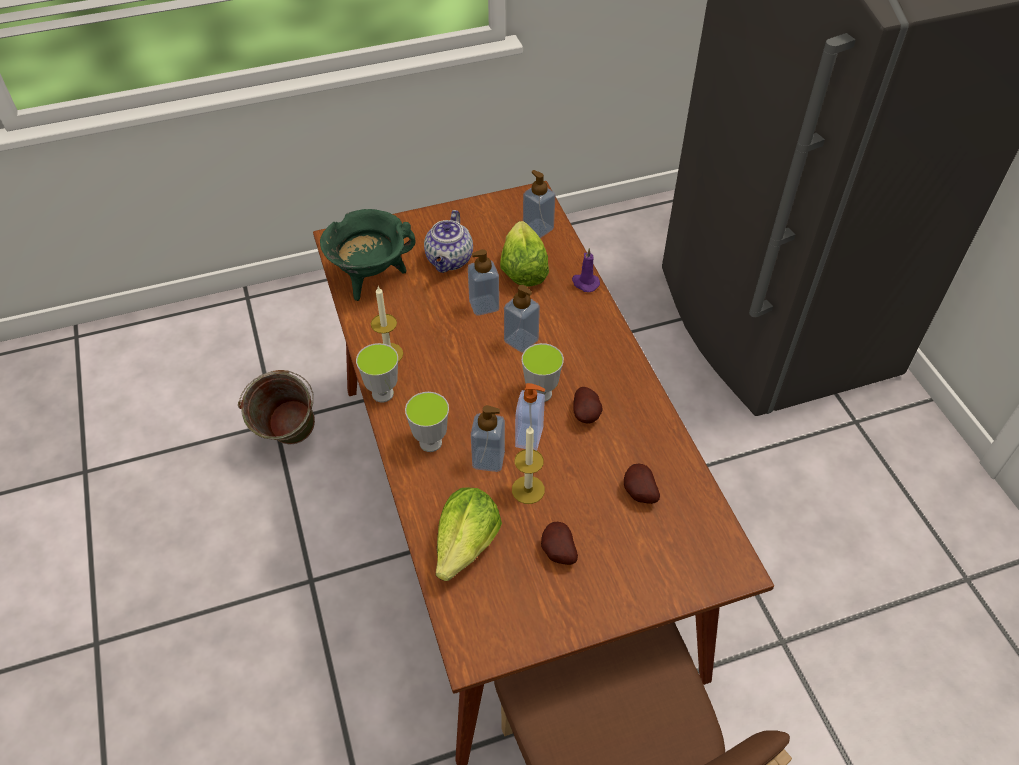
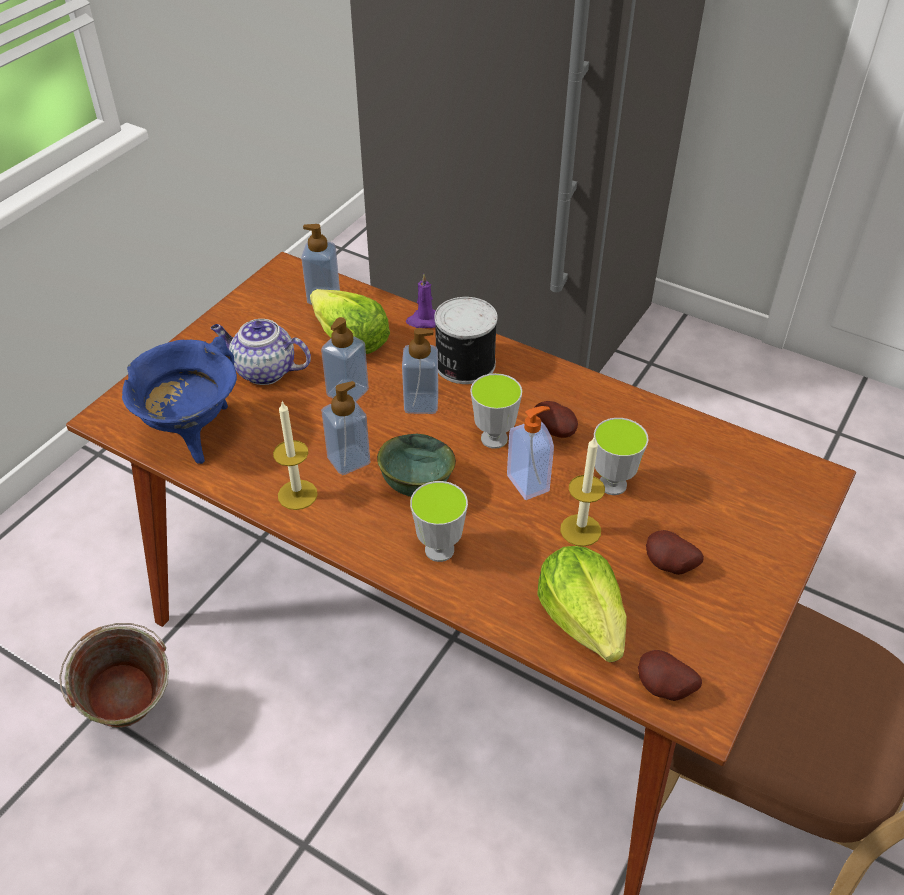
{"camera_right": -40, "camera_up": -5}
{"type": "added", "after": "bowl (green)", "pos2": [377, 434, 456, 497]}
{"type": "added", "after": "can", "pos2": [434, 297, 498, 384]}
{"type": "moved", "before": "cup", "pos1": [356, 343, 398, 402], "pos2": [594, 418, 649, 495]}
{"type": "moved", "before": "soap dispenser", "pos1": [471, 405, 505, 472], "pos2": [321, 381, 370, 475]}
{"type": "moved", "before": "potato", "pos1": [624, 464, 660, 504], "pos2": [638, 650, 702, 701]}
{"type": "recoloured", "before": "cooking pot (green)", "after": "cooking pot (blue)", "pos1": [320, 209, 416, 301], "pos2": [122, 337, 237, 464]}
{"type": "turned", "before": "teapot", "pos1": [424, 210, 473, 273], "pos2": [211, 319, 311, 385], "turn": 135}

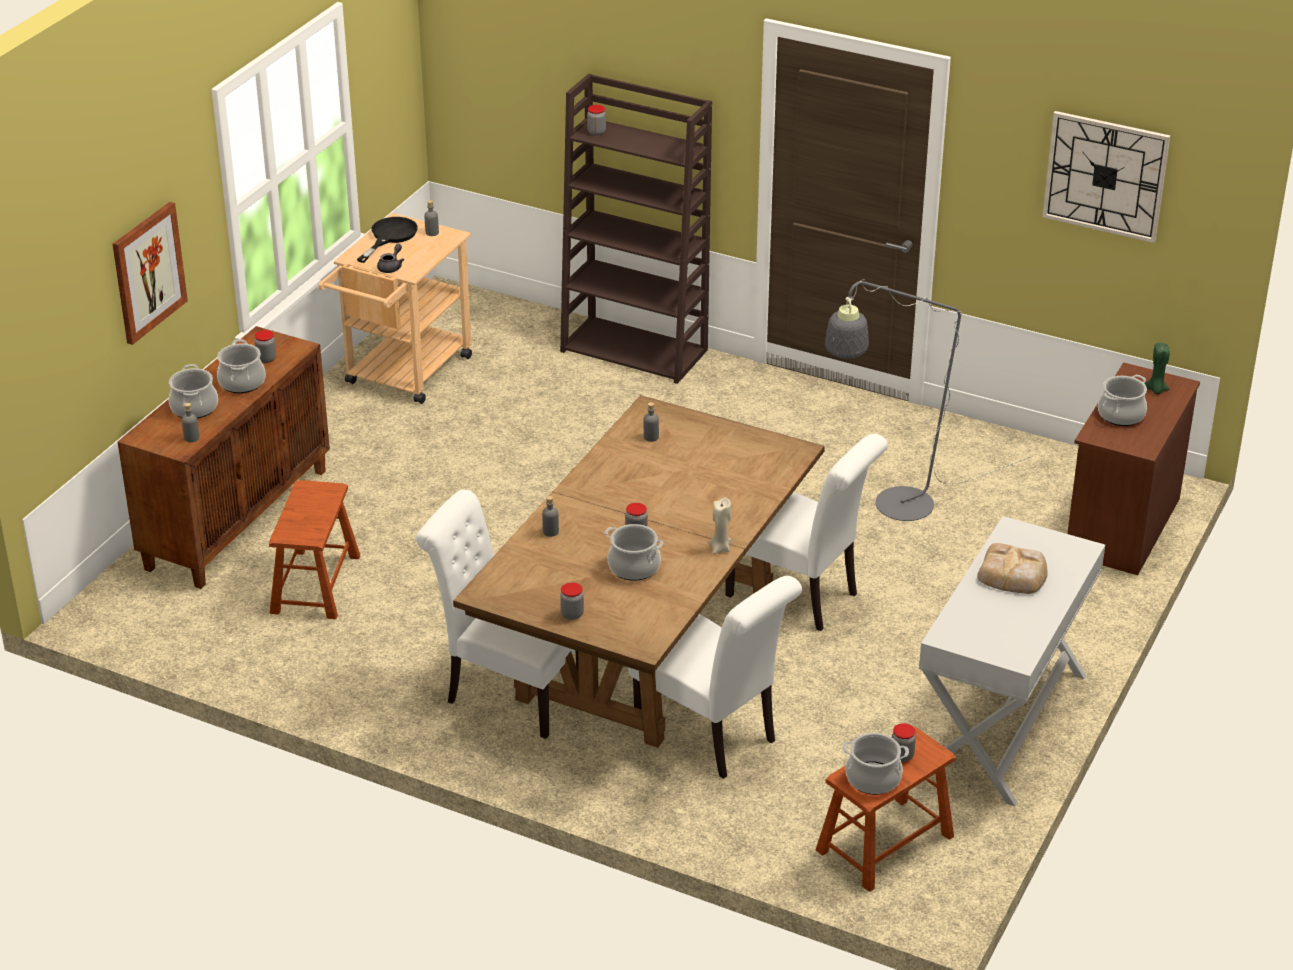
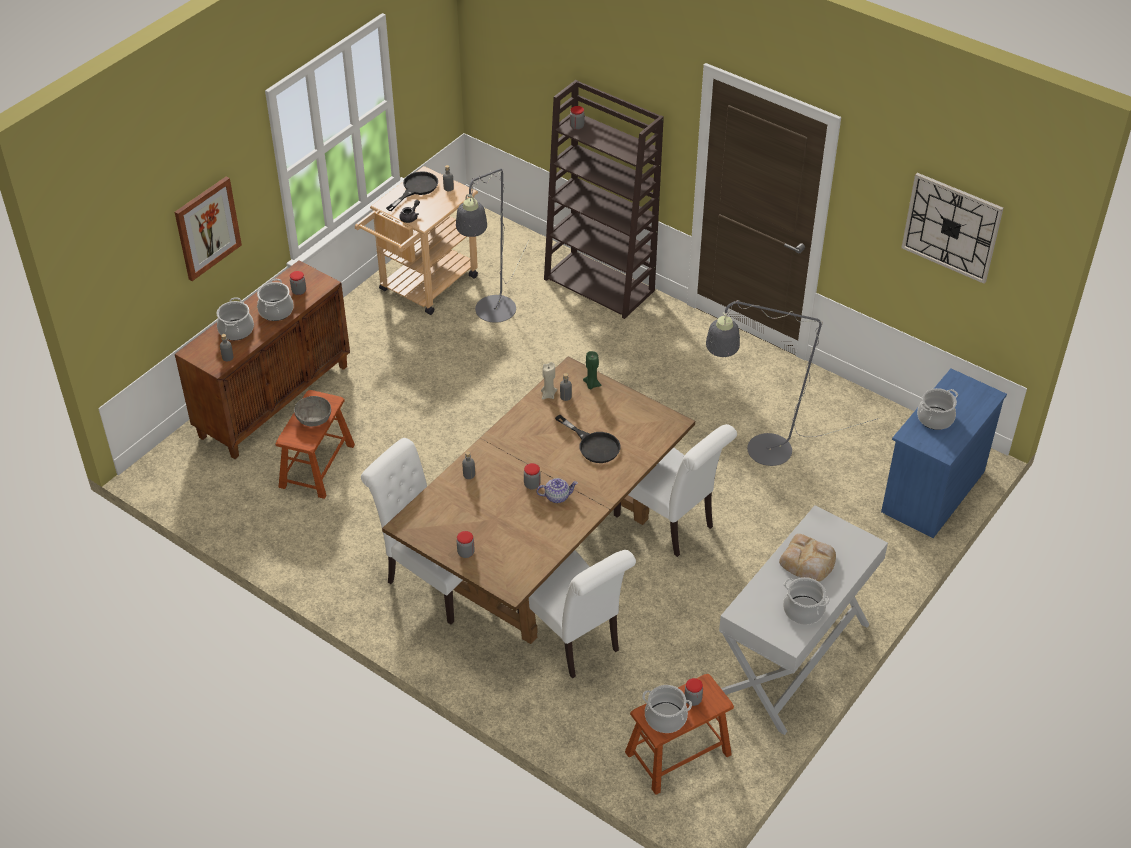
{"camera_right": 10, "camera_up": 10}
{"type": "added", "after": "bowl (grey)", "pos2": [294, 396, 331, 427]}
{"type": "added", "after": "floor lamp (grey)", "pos2": [456, 168, 529, 323]}
{"type": "added", "after": "teapot", "pos2": [537, 478, 578, 503]}
{"type": "added", "after": "frying pan (black)", "pos2": [555, 415, 620, 463]}
{"type": "moved", "before": "cooking pot", "pos1": [605, 524, 663, 581], "pos2": [783, 577, 830, 625]}
{"type": "moved", "before": "candle (beige)", "pos1": [709, 497, 731, 554], "pos2": [541, 362, 557, 399]}
{"type": "moved", "before": "candle (green)", "pos1": [1145, 342, 1170, 394], "pos2": [583, 351, 602, 389]}
{"type": "recoloured", "before": "dresser (brown)", "after": "dresser (blue)", "pos1": [1067, 362, 1200, 575], "pos2": [881, 368, 1007, 538]}

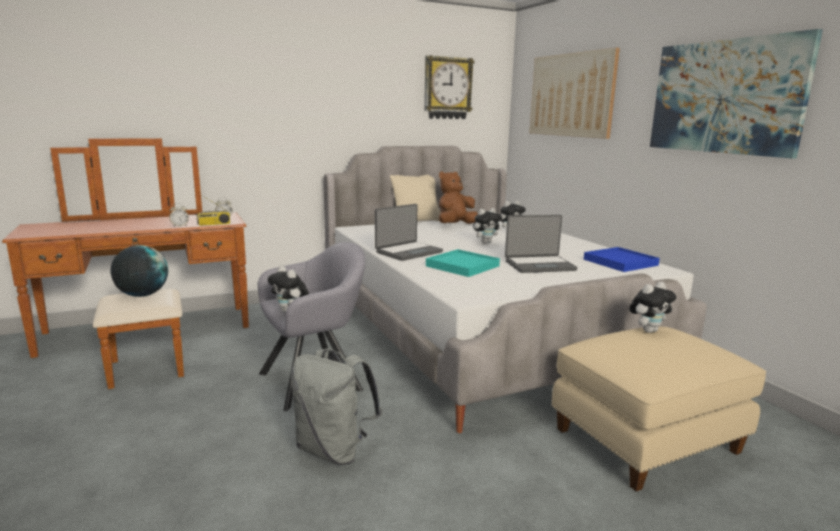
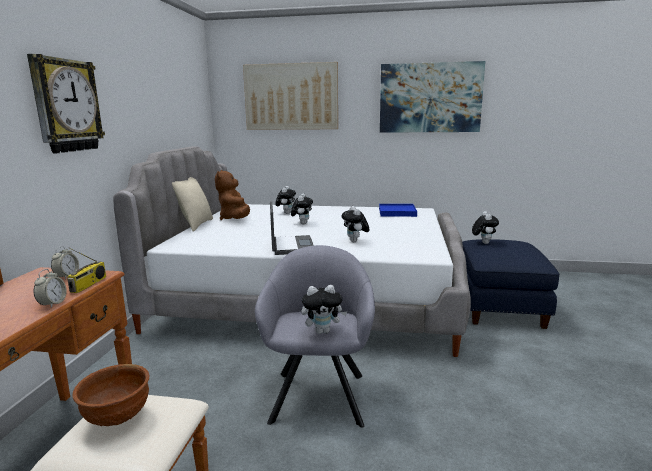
{"camera_right": -55, "camera_up": 0}
{"type": "removed", "before": "backpack (grey)", "pos1": [291, 348, 382, 465]}
{"type": "removed", "before": "laptop", "pos1": [505, 215, 577, 273]}
{"type": "moved", "before": "wall clock", "pos1": [424, 55, 475, 119], "pos2": [27, 54, 105, 154]}
{"type": "replaced", "before": "globe", "after": "bowl (brown)", "pos1": [110, 245, 168, 297], "pos2": [72, 364, 150, 426]}
{"type": "replaced", "before": "tray (turquoise)", "after": "plush toy", "pos1": [426, 249, 500, 277], "pos2": [342, 206, 370, 242]}
{"type": "recoloured", "before": "ottoman (beige)", "after": "ottoman (blue)", "pos1": [552, 326, 766, 491], "pos2": [462, 239, 559, 329]}

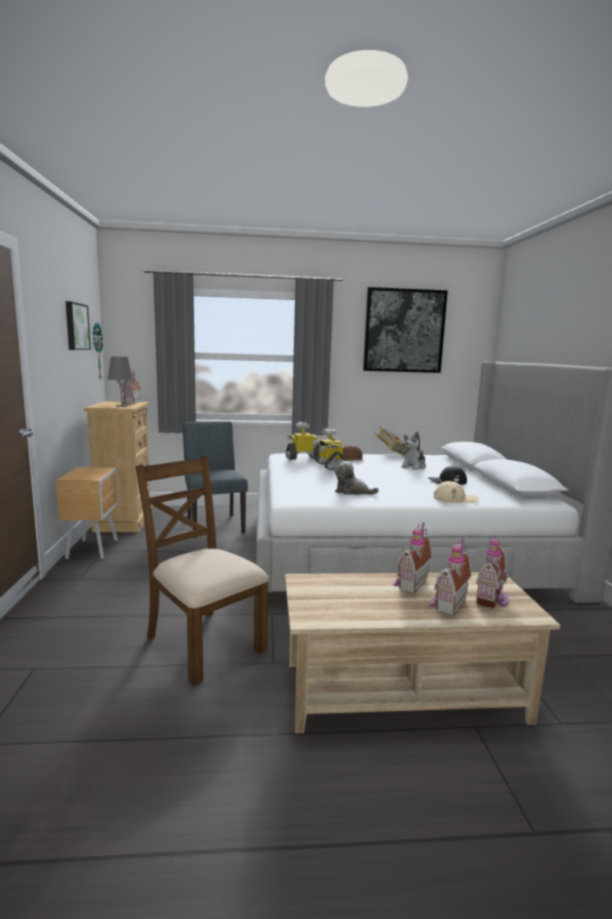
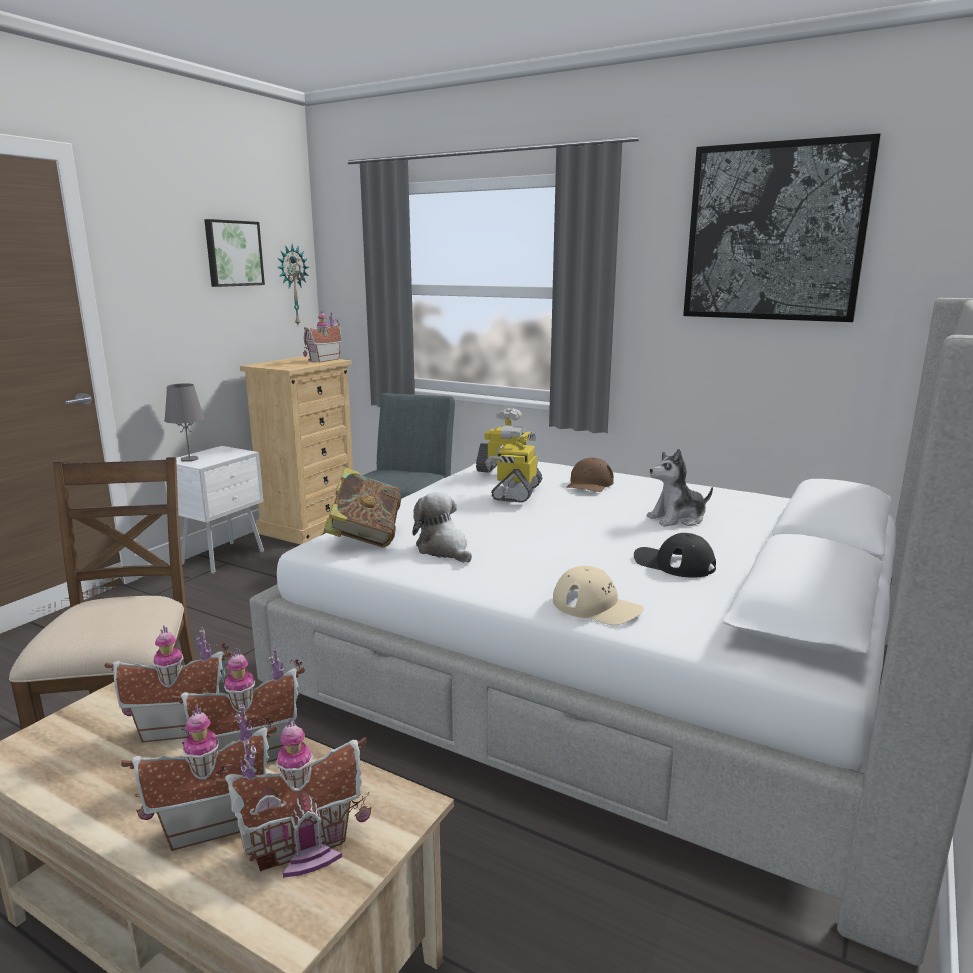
{"camera_right": 35, "camera_up": 5}
{"type": "added", "after": "toy house", "pos2": [105, 625, 232, 743]}
{"type": "moved", "before": "table lamp (grey)", "pos1": [108, 356, 134, 407], "pos2": [164, 383, 205, 462]}
{"type": "moved", "before": "book", "pos1": [374, 426, 408, 455], "pos2": [323, 467, 401, 547]}
{"type": "recoloured", "before": "nightstand (brown)", "after": "nightstand (white)", "pos1": [56, 467, 118, 560], "pos2": [165, 446, 264, 574]}

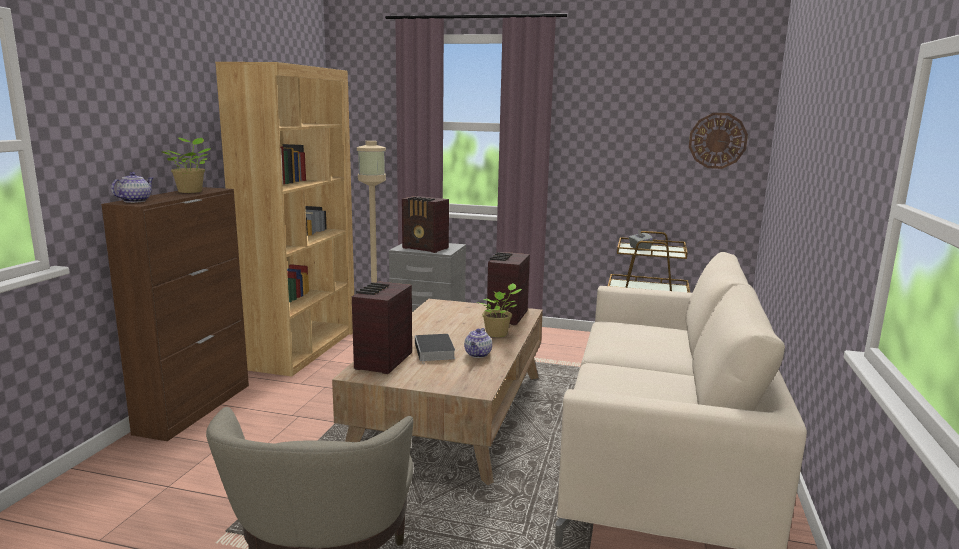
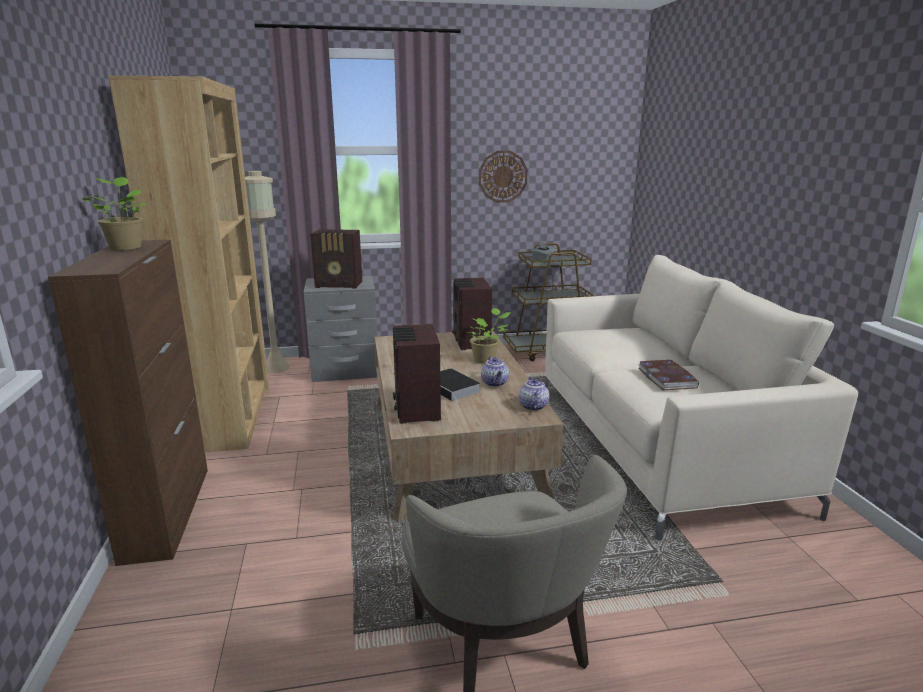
{"camera_right": -25, "camera_up": 5}
{"type": "added", "after": "book", "pos2": [637, 360, 699, 390]}
{"type": "moved", "before": "teapot", "pos1": [111, 172, 153, 203], "pos2": [518, 377, 549, 411]}
{"type": "moved", "before": "wall clock", "pos1": [689, 113, 748, 169], "pos2": [479, 151, 528, 203]}

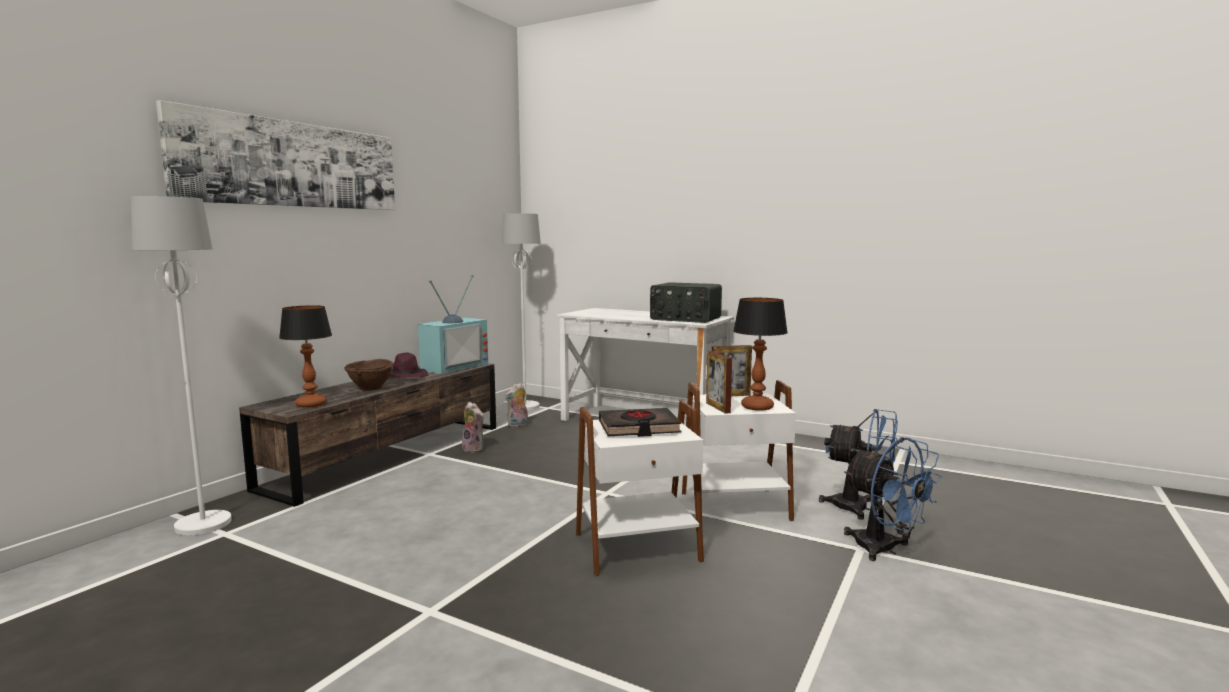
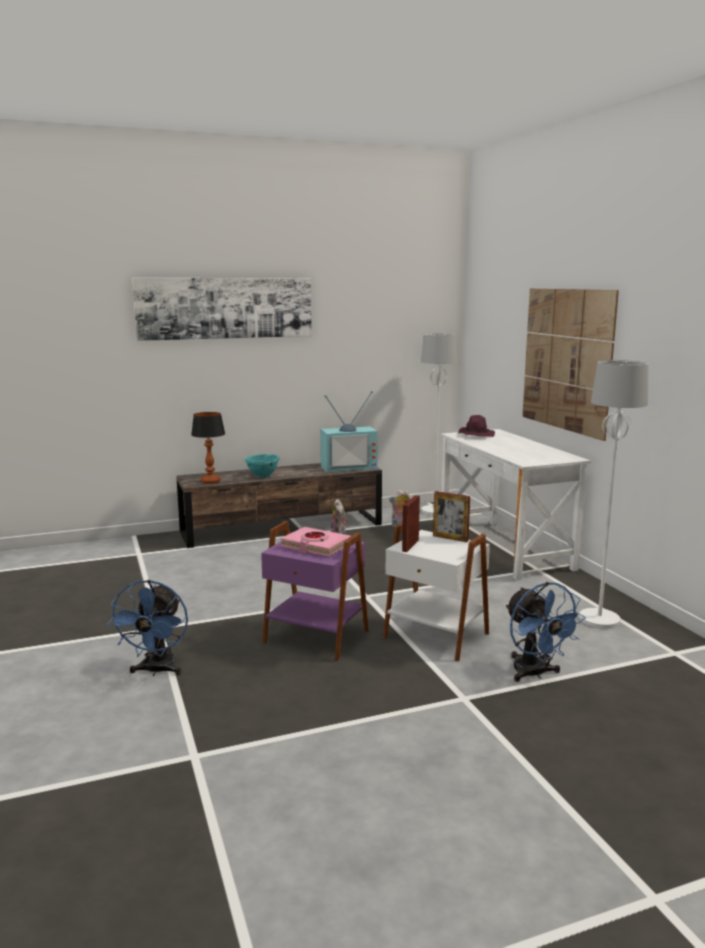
{"camera_right": 40, "camera_up": 5}
{"type": "removed", "before": "radio", "pos1": [650, 282, 722, 323]}
{"type": "removed", "before": "table lamp", "pos1": [733, 298, 788, 410]}
{"type": "added", "after": "picture", "pos2": [522, 289, 619, 441]}
{"type": "moved", "before": "floor lamp (white)", "pos1": [131, 196, 232, 536], "pos2": [579, 360, 648, 629]}
{"type": "moved", "before": "hat (purple)", "pos1": [389, 353, 428, 378], "pos2": [459, 415, 495, 437]}
{"type": "moved", "before": "fan (blue)", "pos1": [844, 437, 942, 561], "pos2": [107, 580, 188, 676]}
{"type": "recoloured", "before": "bowl (brown)", "after": "bowl (turquoise)", "pos1": [344, 359, 394, 391], "pos2": [245, 454, 280, 478]}
{"type": "recoloured", "before": "side table (white)", "after": "side table (purple)", "pos1": [576, 400, 704, 576], "pos2": [261, 521, 369, 661]}
{"type": "recoloured", "before": "book (black)", "after": "book (pink)", "pos1": [599, 408, 681, 437], "pos2": [280, 527, 351, 556]}

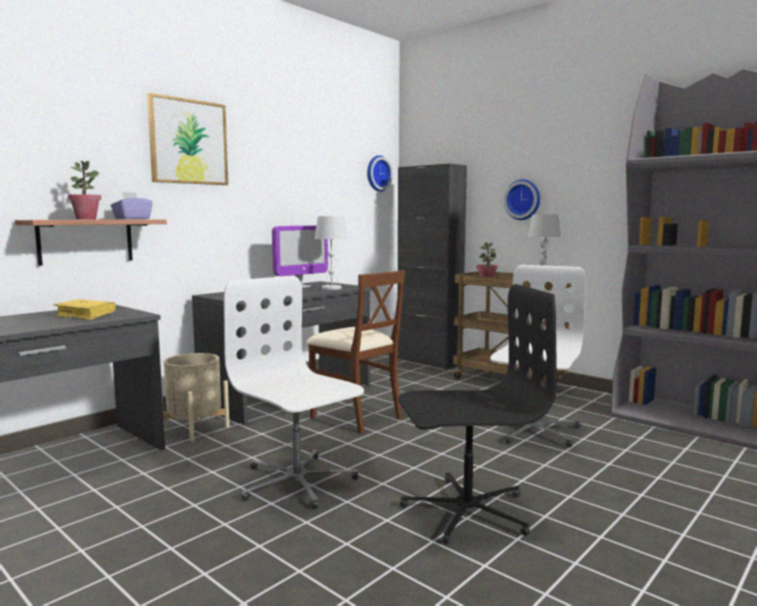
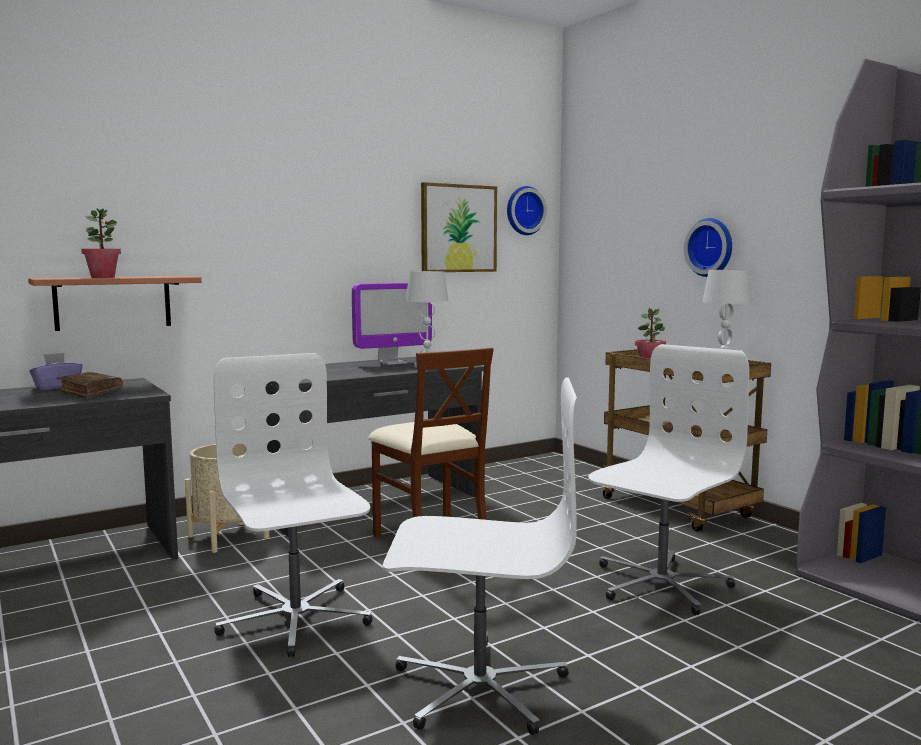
{"camera_right": 15, "camera_up": 0}
{"type": "removed", "before": "cabinet (black)", "pos1": [398, 163, 467, 370]}
{"type": "moved", "before": "tissue box (purple)", "pos1": [110, 192, 153, 219], "pos2": [30, 353, 82, 390]}
{"type": "moved", "before": "picture", "pos1": [147, 93, 228, 185], "pos2": [421, 182, 497, 272]}
{"type": "recoloured", "before": "book (yellow)", "after": "book (brown)", "pos1": [54, 299, 116, 320], "pos2": [57, 372, 123, 398]}
{"type": "recoloured", "before": "office chair (black)", "after": "office chair (white)", "pos1": [398, 284, 557, 544], "pos2": [383, 378, 577, 735]}

